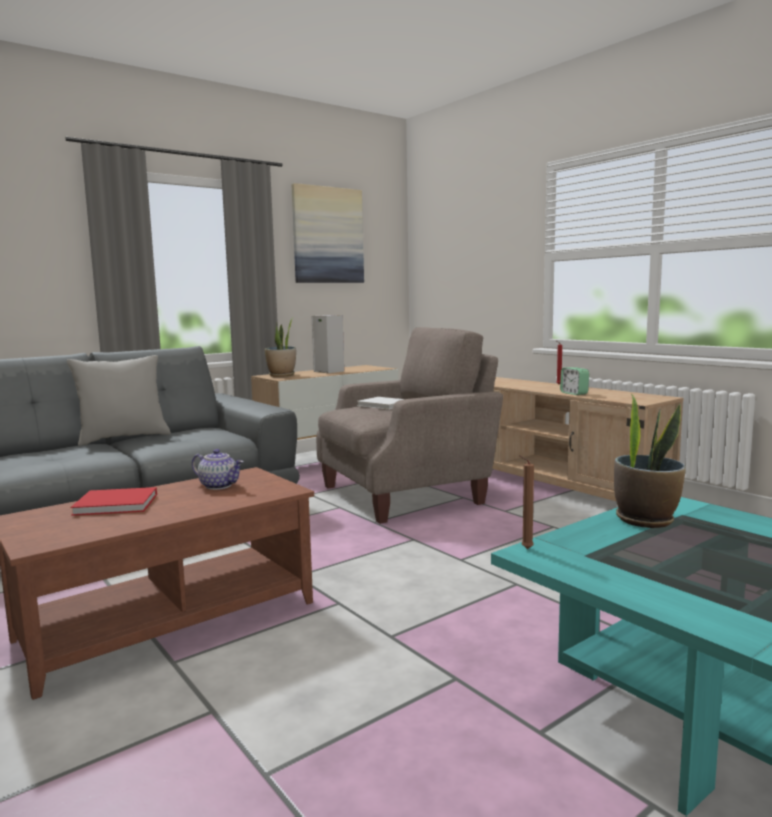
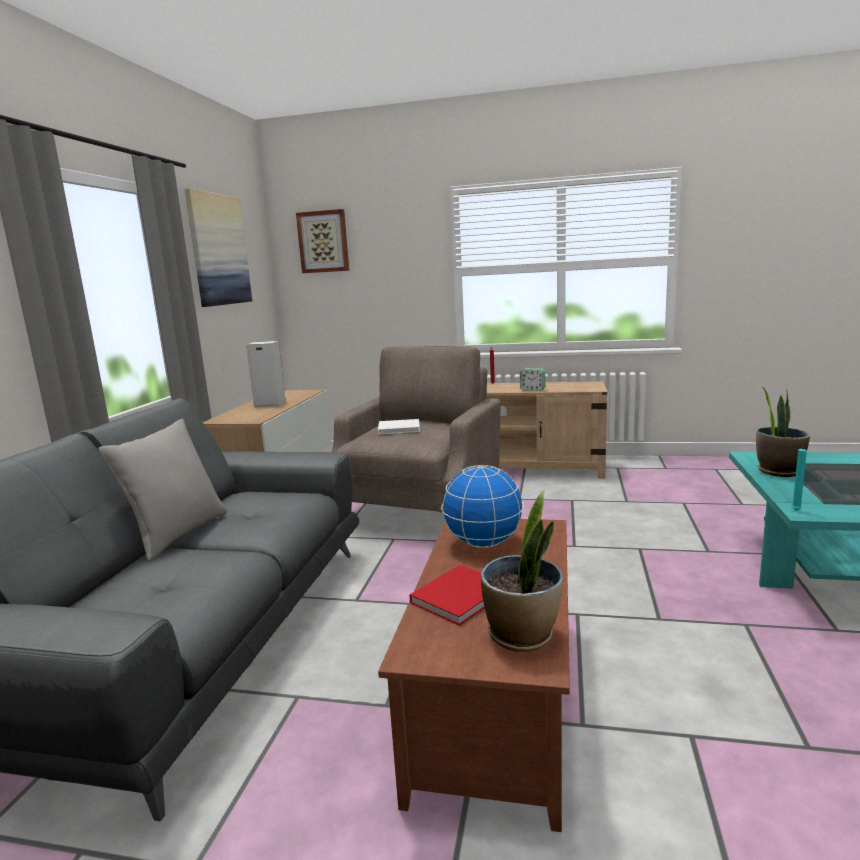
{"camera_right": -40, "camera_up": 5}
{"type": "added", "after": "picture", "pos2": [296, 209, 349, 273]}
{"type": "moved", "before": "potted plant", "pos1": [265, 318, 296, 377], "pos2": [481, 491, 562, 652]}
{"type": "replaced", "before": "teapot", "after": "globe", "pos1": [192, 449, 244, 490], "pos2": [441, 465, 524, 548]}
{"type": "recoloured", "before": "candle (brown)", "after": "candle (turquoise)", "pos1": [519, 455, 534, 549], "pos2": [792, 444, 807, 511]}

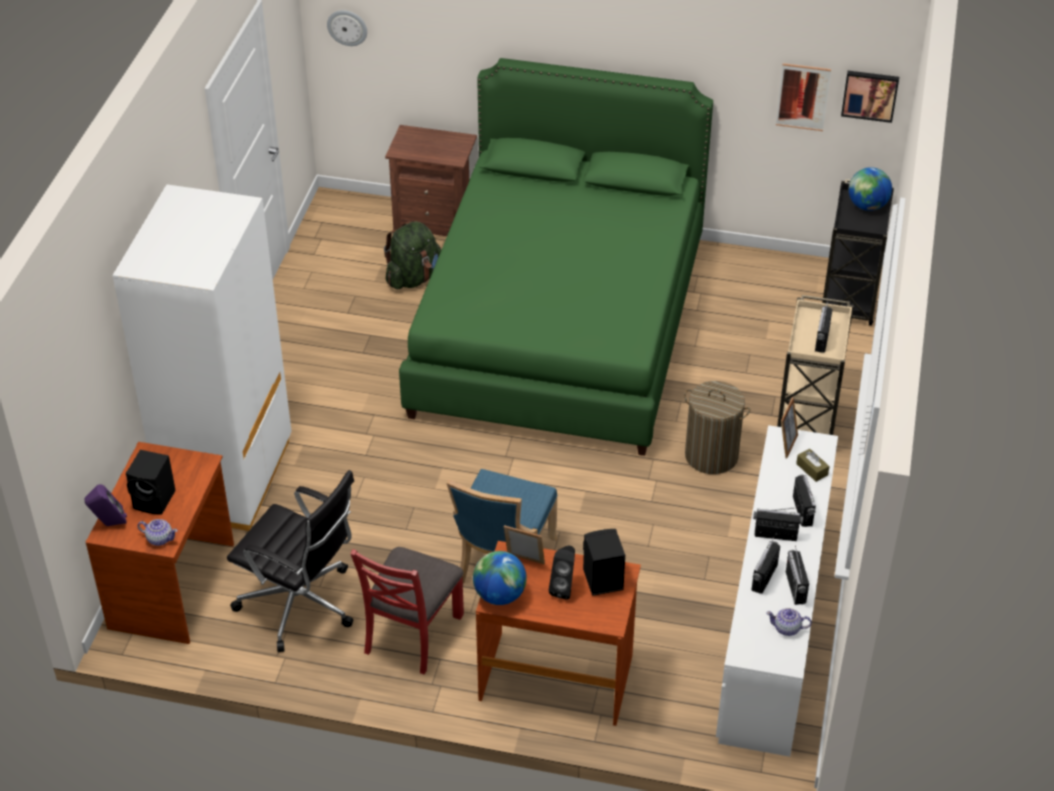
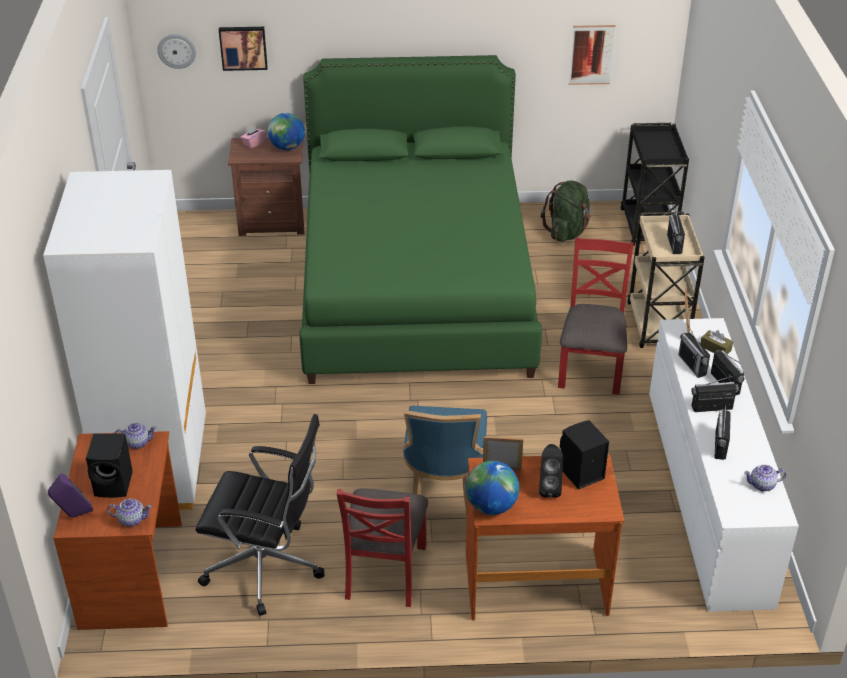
{"camera_right": -15, "camera_up": -5}
{"type": "added", "after": "teapot", "pos2": [114, 423, 157, 449]}
{"type": "added", "after": "tissue box (pink)", "pos2": [240, 125, 267, 148]}
{"type": "moved", "before": "backpack (green)", "pos1": [384, 221, 442, 289], "pos2": [541, 180, 591, 242]}
{"type": "moved", "before": "radio", "pos1": [786, 546, 809, 605], "pos2": [679, 329, 710, 378]}
{"type": "moved", "before": "picture", "pos1": [841, 71, 899, 123], "pos2": [219, 27, 268, 71]}
{"type": "moved", "before": "globe", "pos1": [849, 167, 892, 211], "pos2": [268, 113, 305, 150]}
{"type": "replaced", "before": "laundry basket", "after": "chair (red)", "pos1": [684, 381, 750, 474], "pos2": [558, 237, 634, 395]}

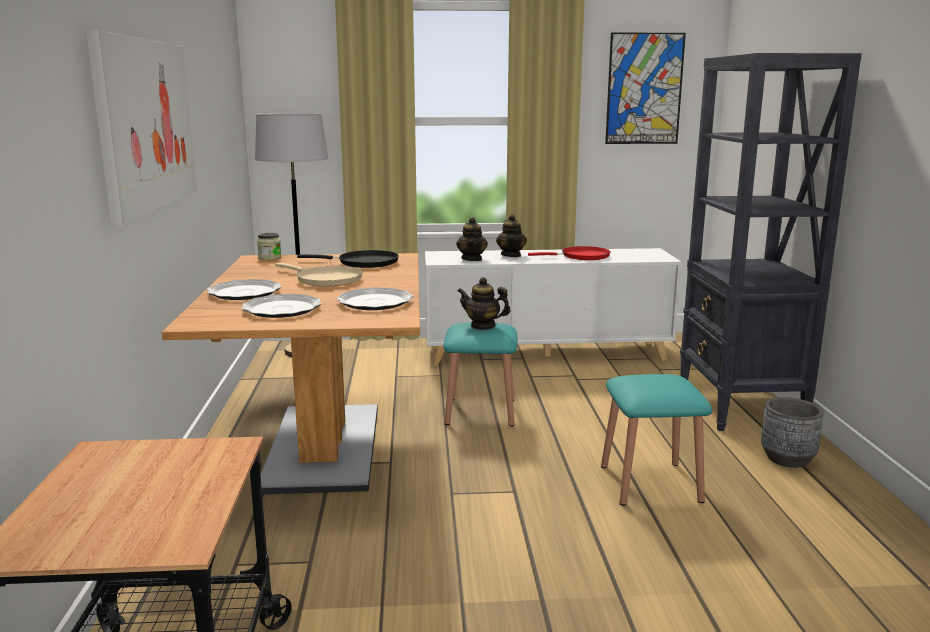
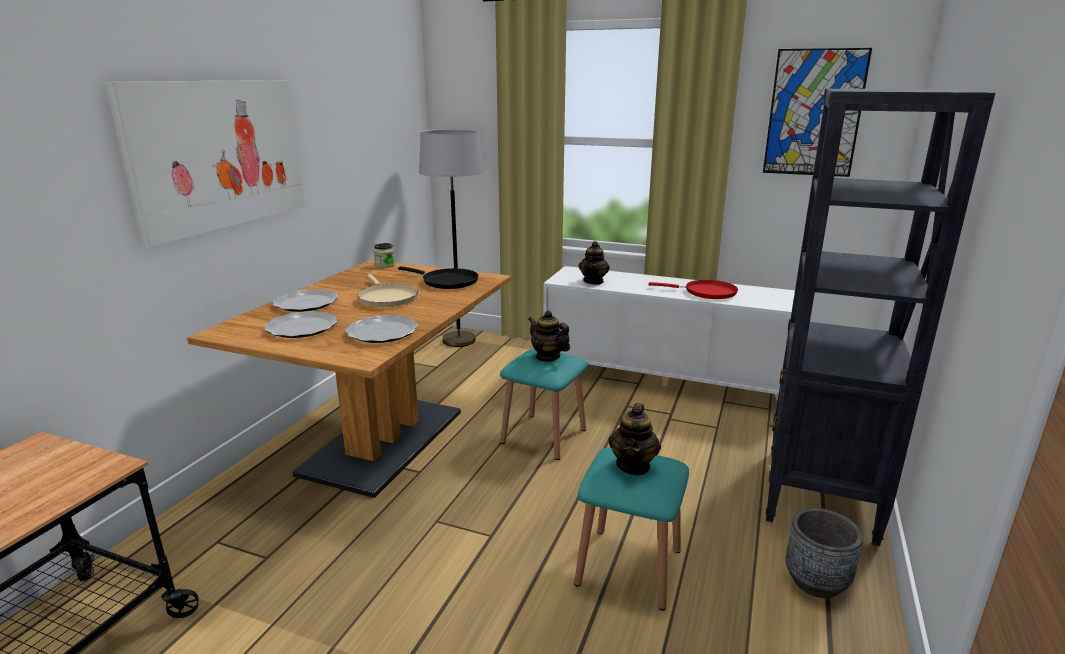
{"camera_right": 25, "camera_up": 5}
{"type": "moved", "before": "teapot", "pos1": [496, 214, 527, 257], "pos2": [608, 403, 661, 475]}

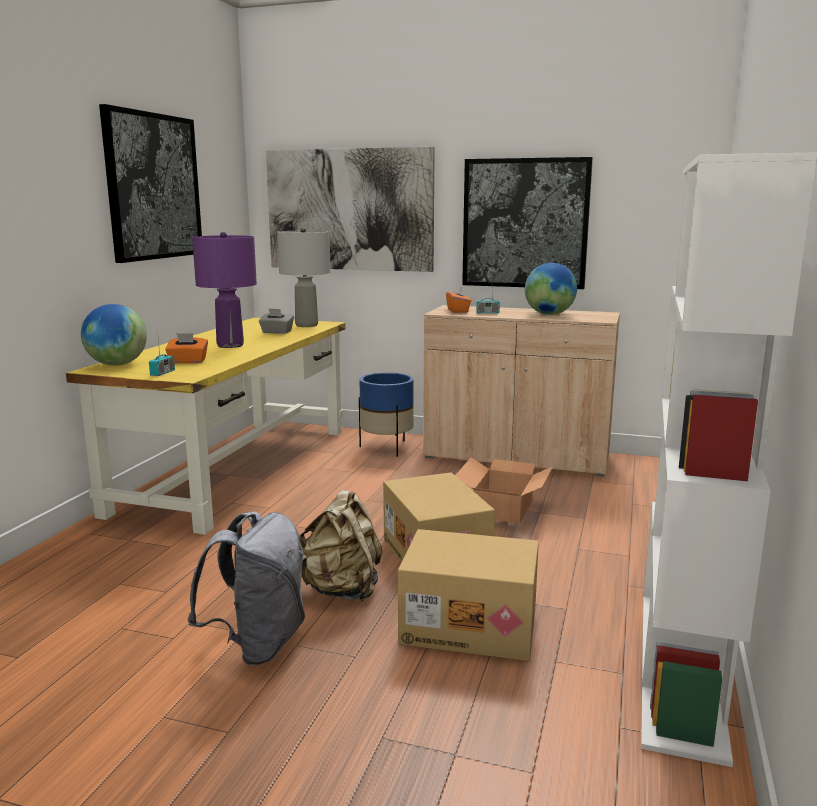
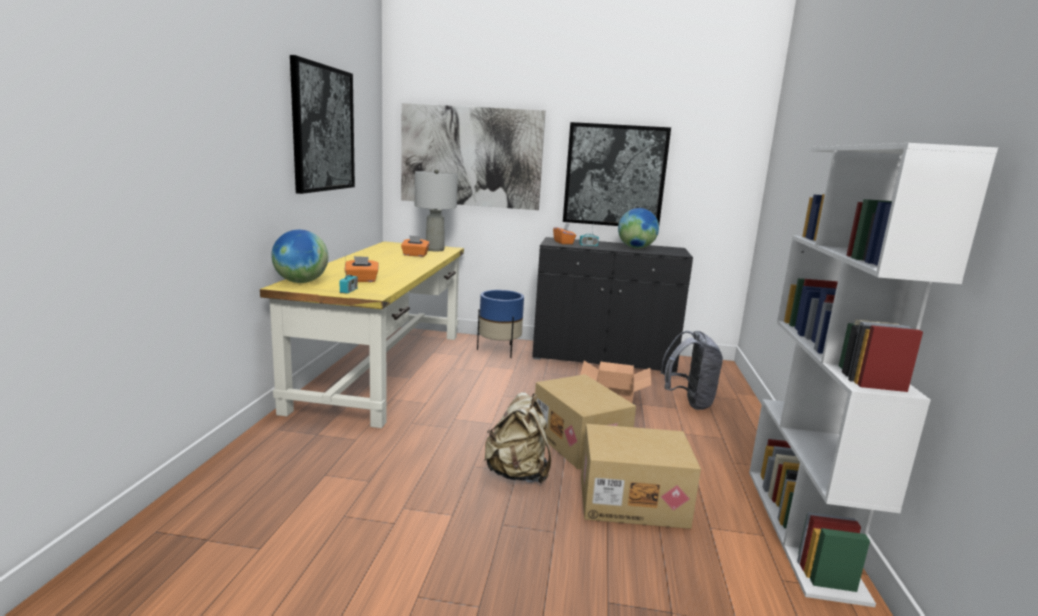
{"camera_right": -10, "camera_up": 0}
{"type": "removed", "before": "table lamp (purple)", "pos1": [192, 232, 257, 348]}
{"type": "moved", "before": "backpack (grey)", "pos1": [188, 511, 305, 666], "pos2": [661, 331, 723, 410]}
{"type": "recoloured", "before": "tissue box (grey)", "after": "tissue box (orange)", "pos1": [259, 308, 294, 334], "pos2": [401, 235, 430, 257]}
{"type": "recoloured", "before": "cabinet (beige)", "after": "cabinet (black)", "pos1": [423, 305, 620, 476], "pos2": [532, 237, 693, 373]}

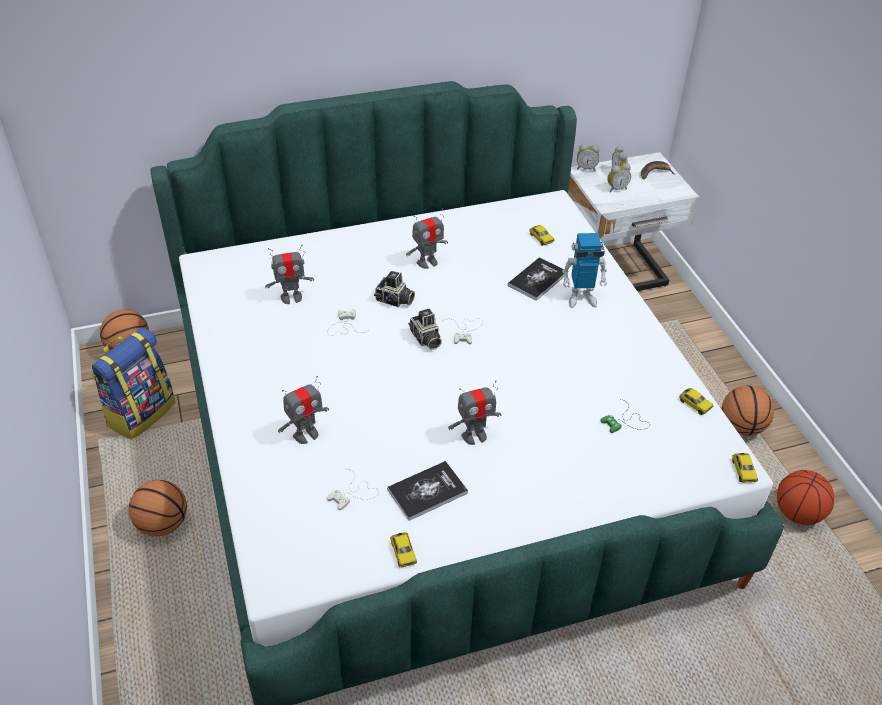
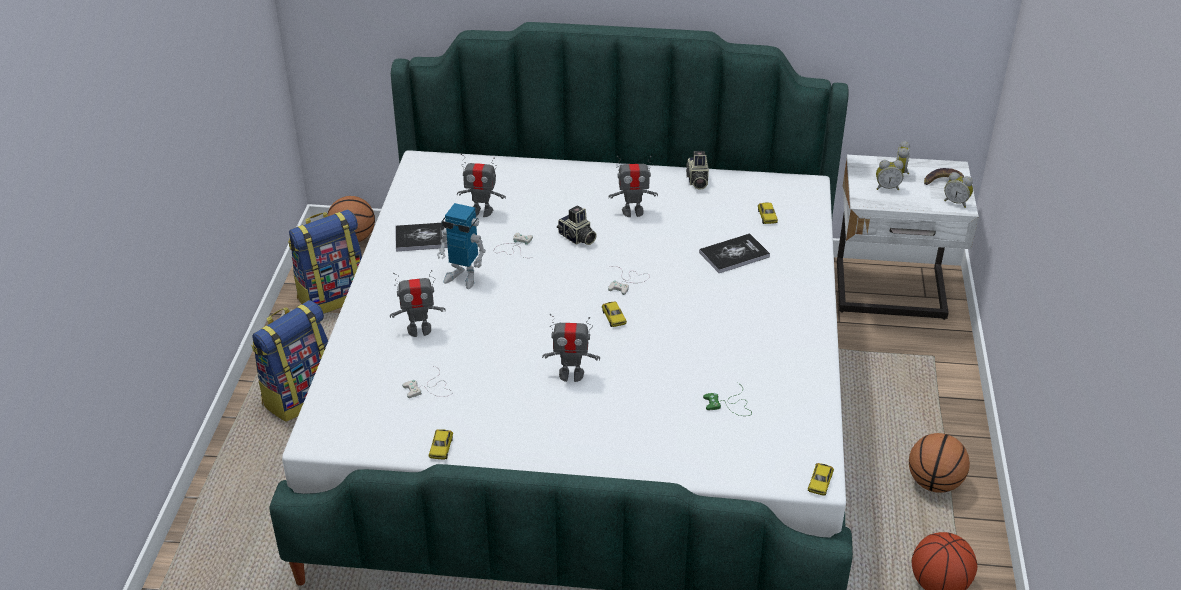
{"camera_right": 25, "camera_up": -5}
{"type": "moved", "before": "book", "pos1": [387, 461, 468, 521], "pos2": [396, 223, 448, 251]}
{"type": "moved", "before": "photo camera", "pos1": [408, 309, 442, 350], "pos2": [686, 151, 709, 190]}
{"type": "moved", "before": "toy robot", "pos1": [562, 233, 607, 308], "pos2": [437, 203, 486, 289]}
{"type": "moved", "before": "alarm clock", "pos1": [577, 144, 599, 171], "pos2": [944, 172, 973, 208]}
{"type": "moved", "before": "toy car", "pos1": [679, 388, 713, 415], "pos2": [602, 301, 627, 327]}
{"type": "replaced", "before": "basketball", "after": "backpack", "pos1": [129, 480, 187, 536], "pos2": [251, 300, 328, 422]}

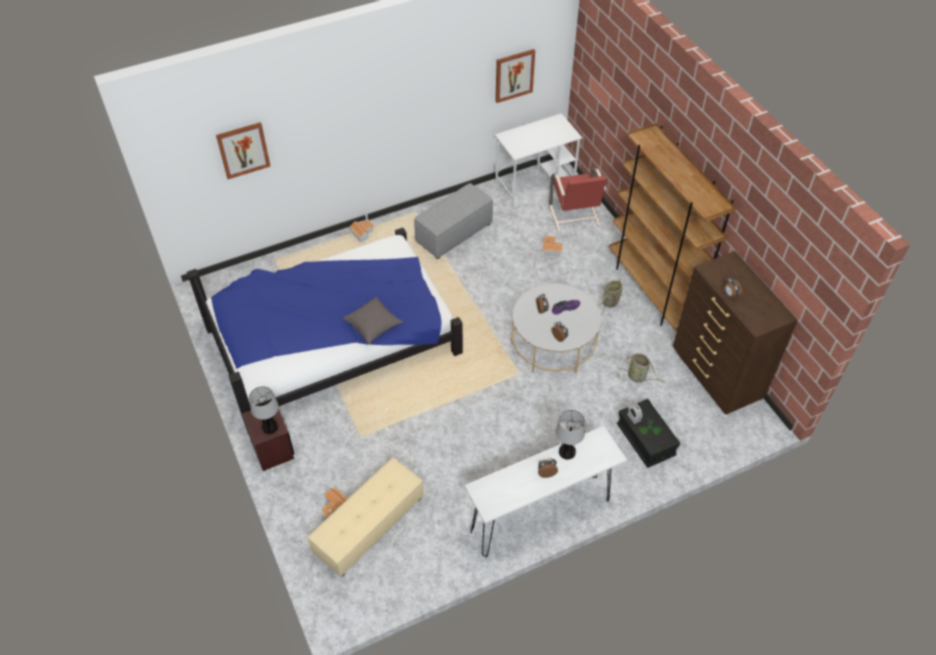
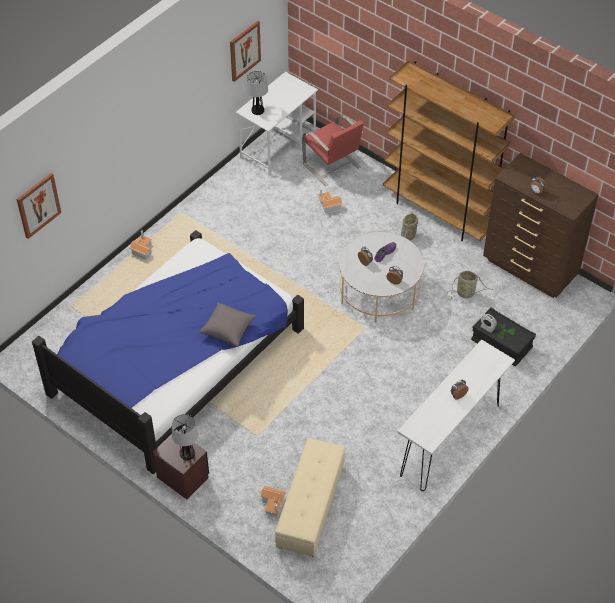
{"camera_right": -25, "camera_up": 0}
{"type": "removed", "before": "ottoman (grey)", "pos1": [414, 183, 493, 259]}
{"type": "moved", "before": "table lamp", "pos1": [556, 410, 585, 459], "pos2": [246, 71, 268, 115]}

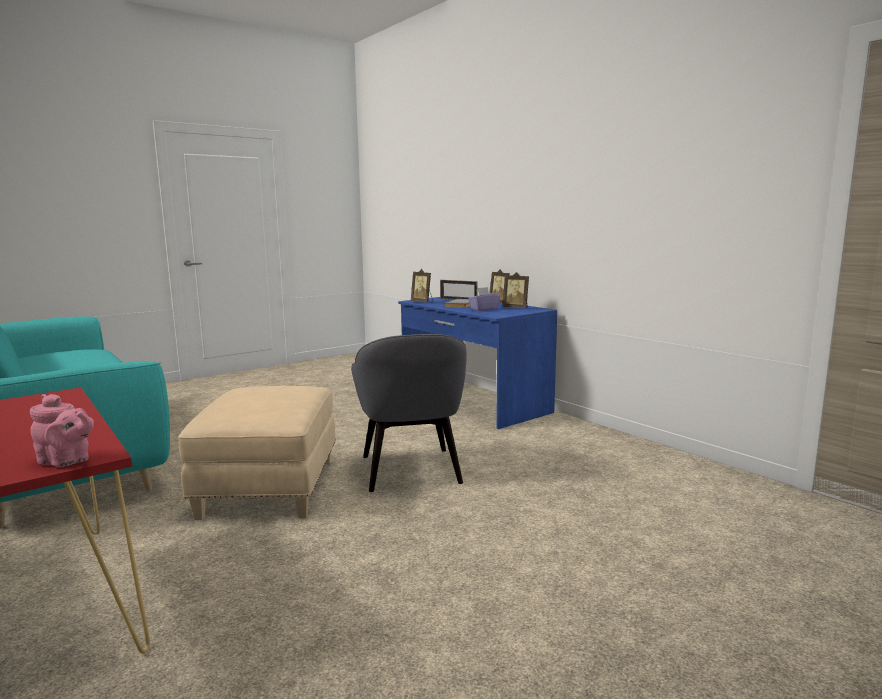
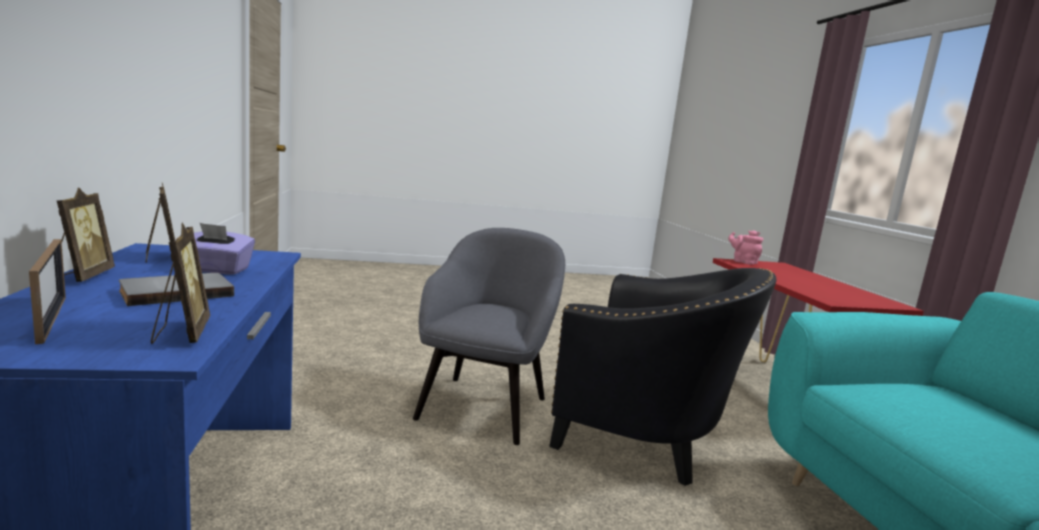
{"camera_right": -155, "camera_up": 0}
{"type": "replaced", "before": "ottoman (beige)", "after": "armchair (black)", "pos1": [178, 386, 336, 520], "pos2": [549, 268, 776, 486]}

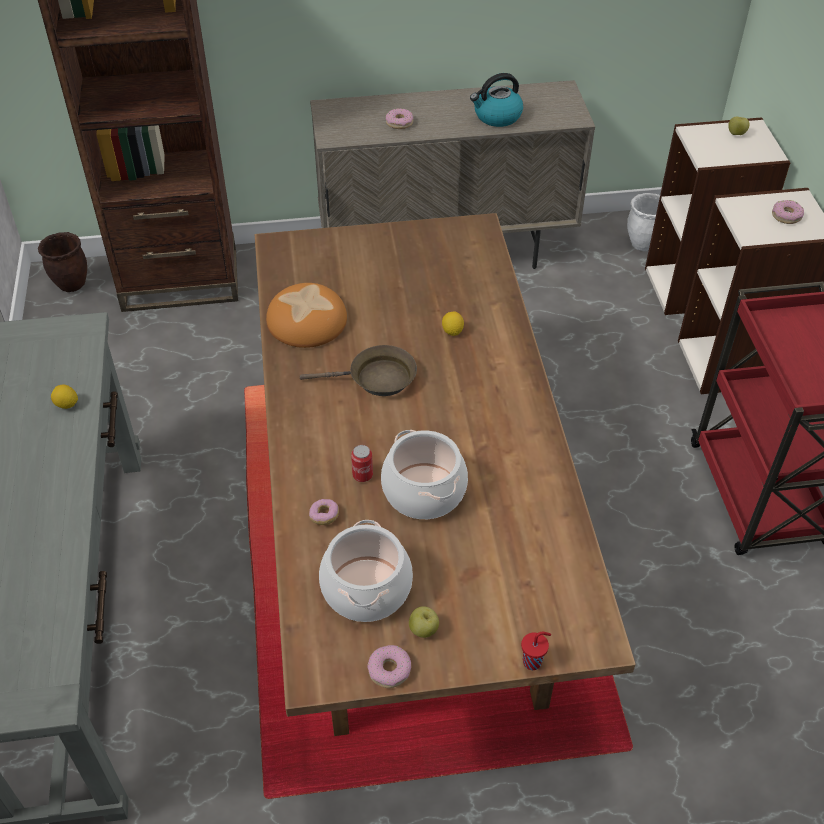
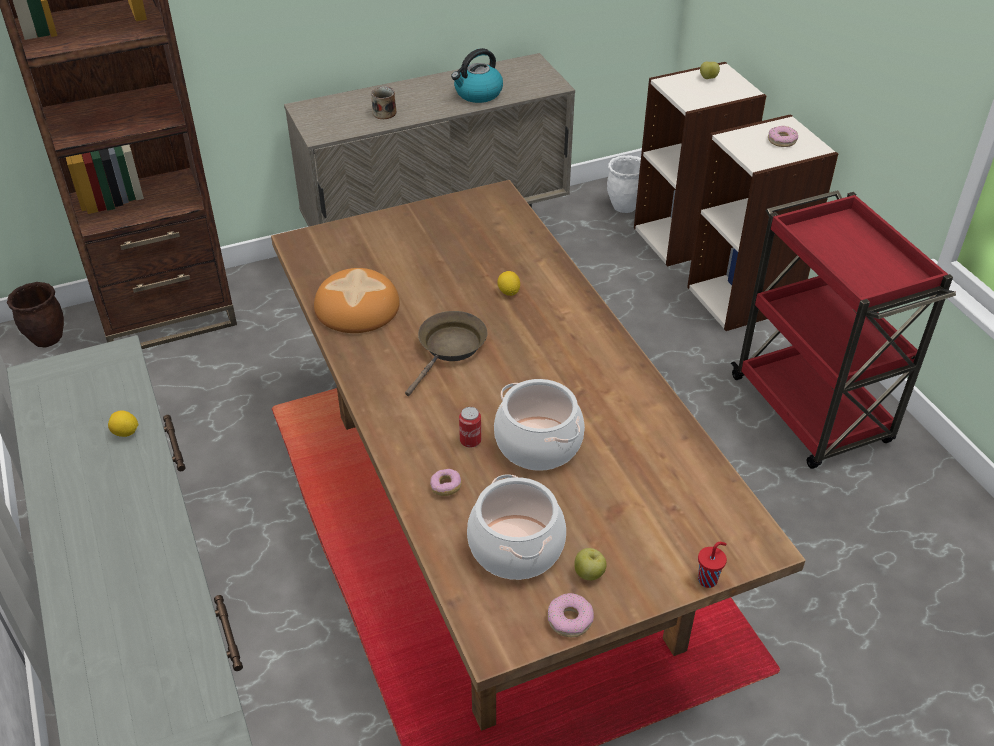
{"camera_right": -15, "camera_up": -5}
{"type": "replaced", "before": "donut", "after": "mug", "pos1": [386, 108, 413, 129], "pos2": [371, 86, 396, 119]}
{"type": "turned", "before": "frying pan (brown)", "pos1": [300, 345, 417, 396], "pos2": [405, 311, 487, 396], "turn": -45}

